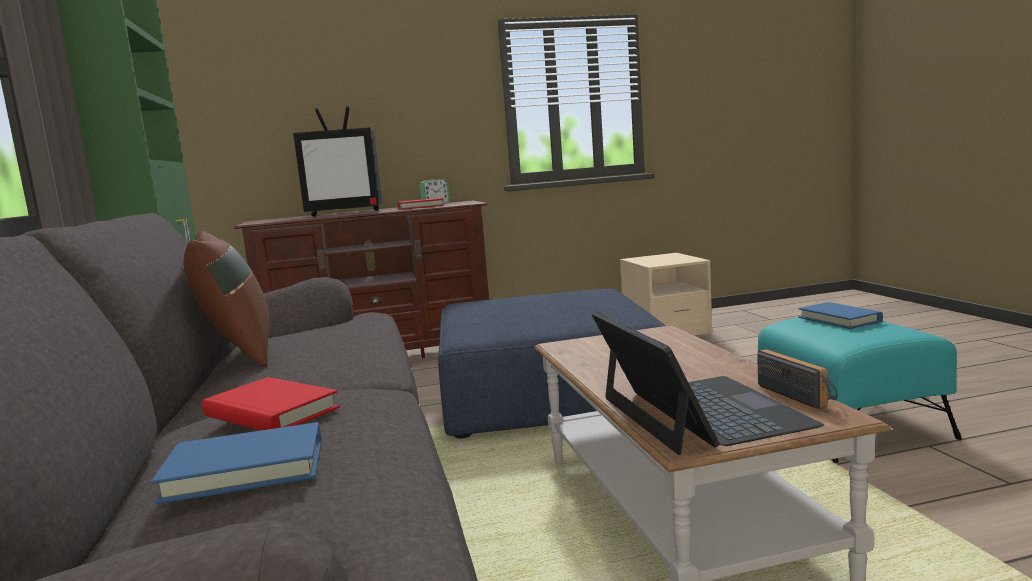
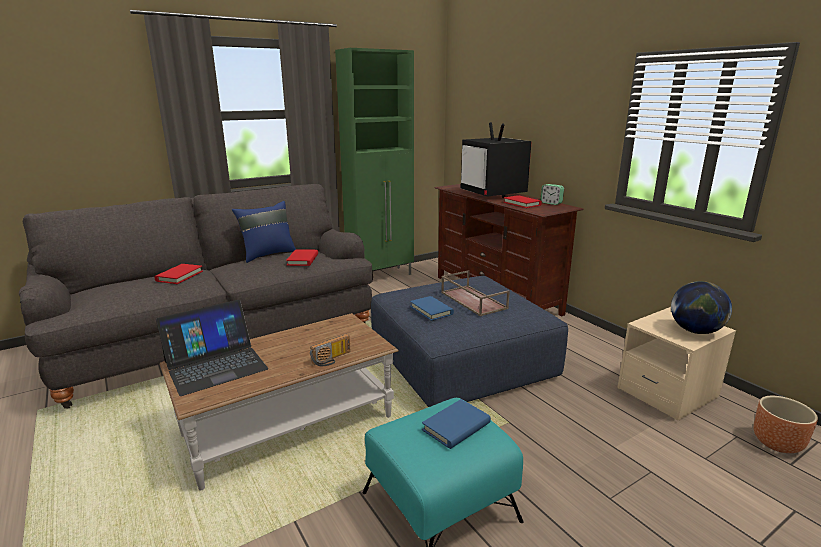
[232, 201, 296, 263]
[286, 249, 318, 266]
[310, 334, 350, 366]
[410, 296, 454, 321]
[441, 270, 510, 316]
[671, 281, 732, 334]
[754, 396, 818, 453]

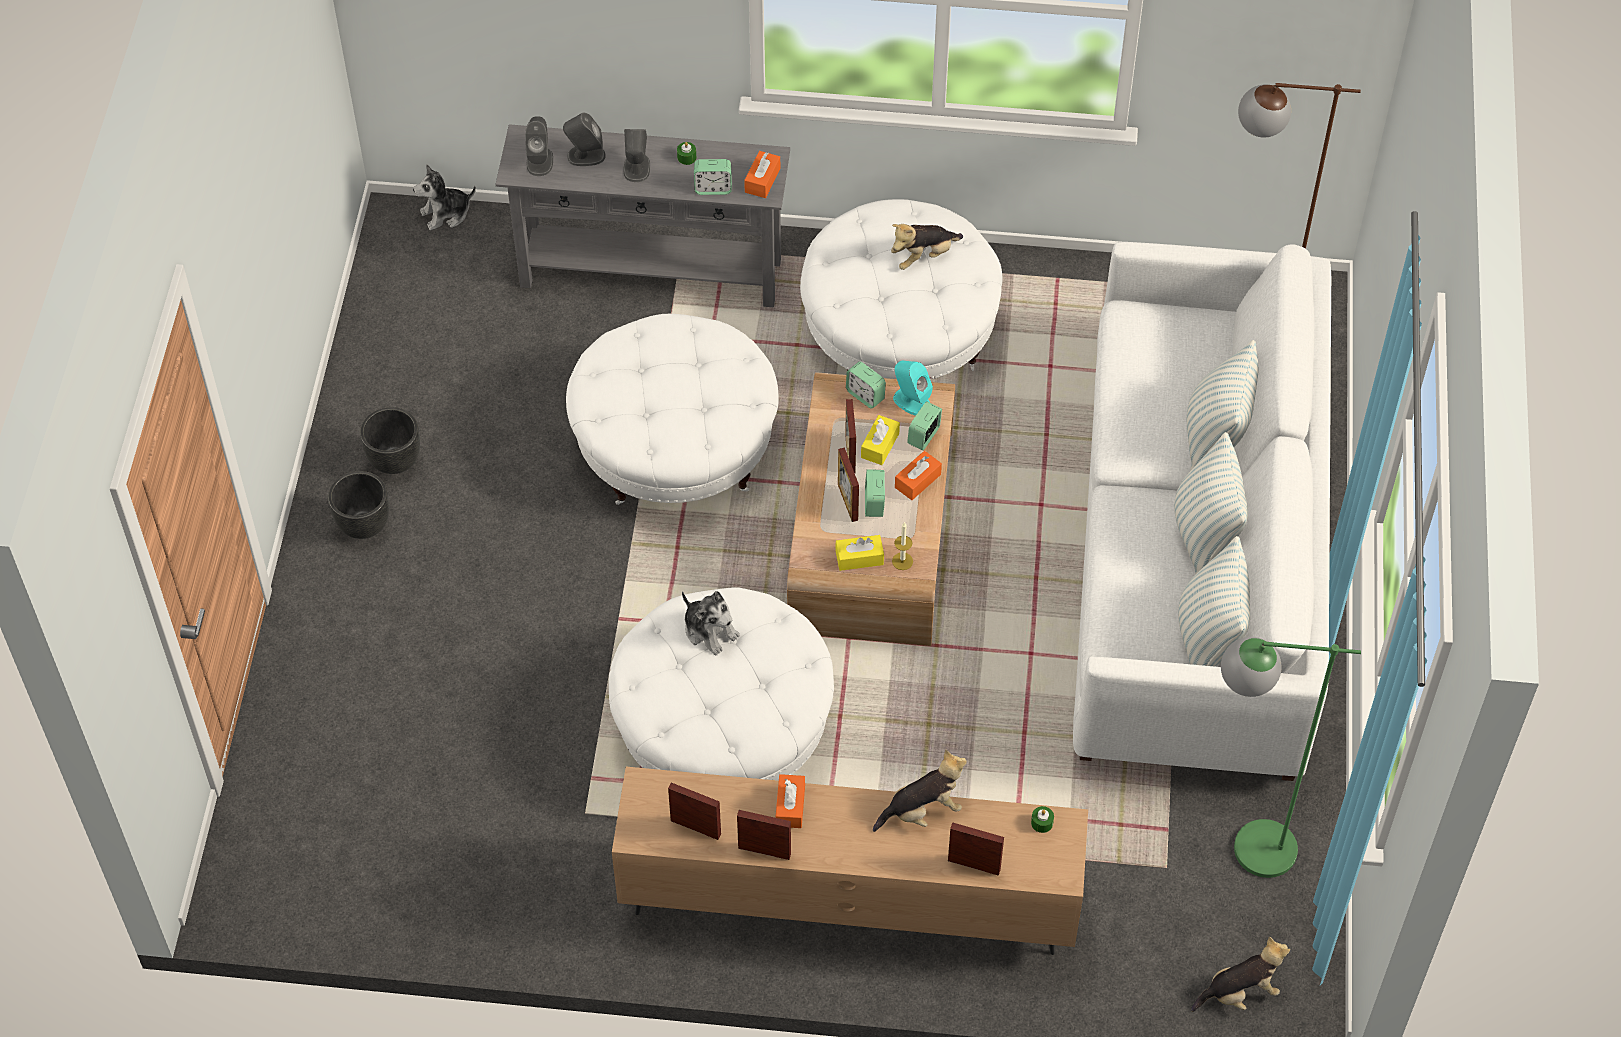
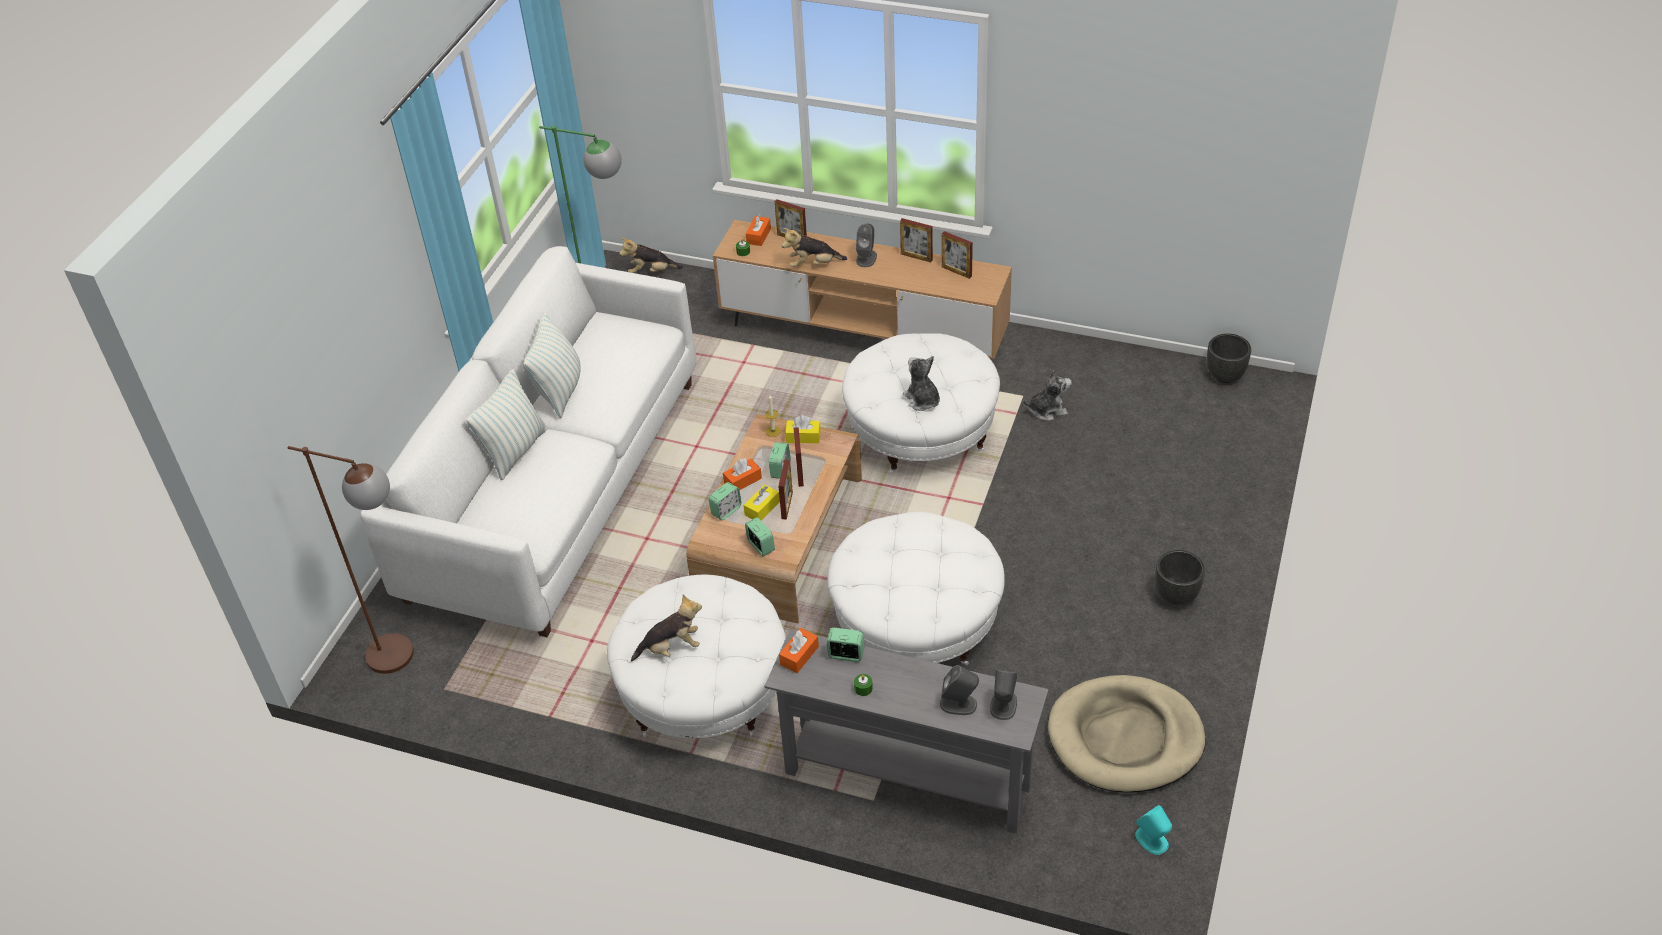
[746, 214, 771, 246]
[856, 223, 877, 267]
[1023, 370, 1072, 421]
[1048, 675, 1205, 792]
[1135, 805, 1172, 855]
[1207, 334, 1251, 383]
[1178, 536, 1250, 667] (first image)

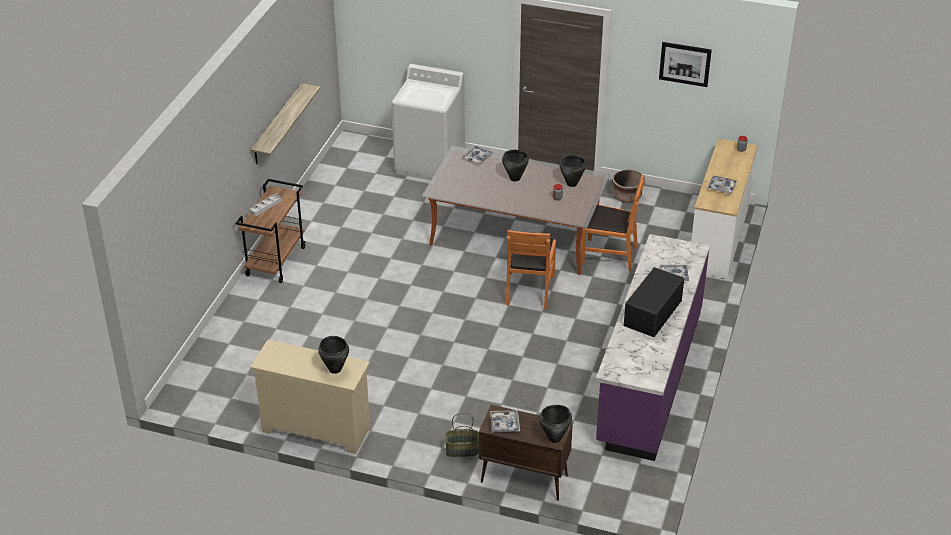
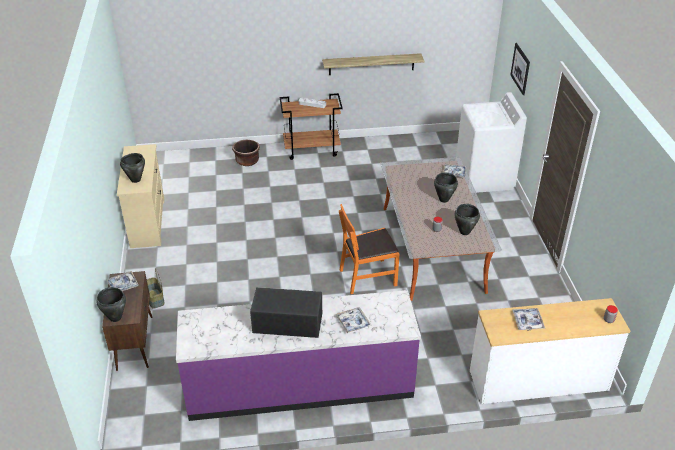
[232, 140, 260, 166]
[510, 43, 530, 95]
[581, 174, 644, 271] (first image)

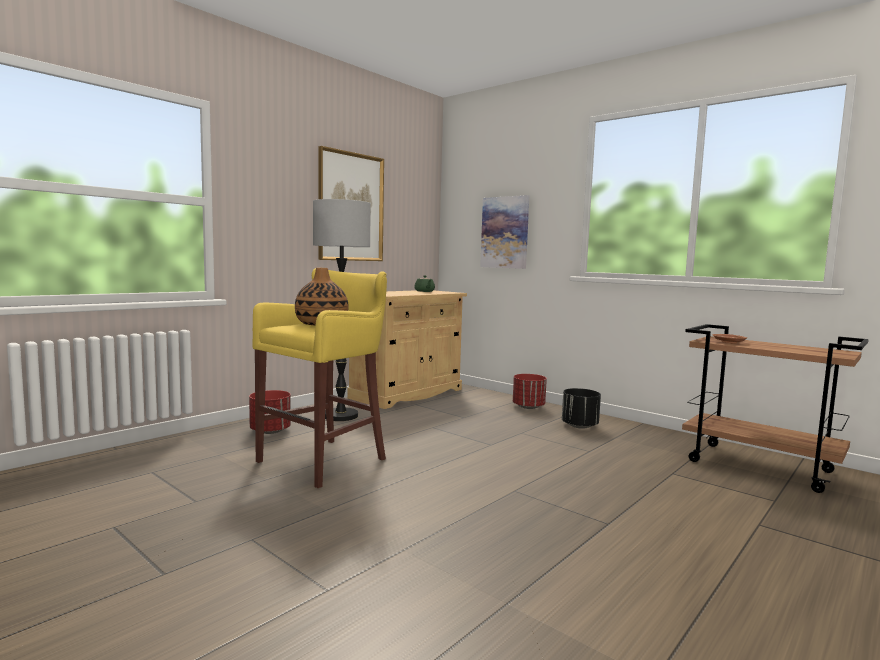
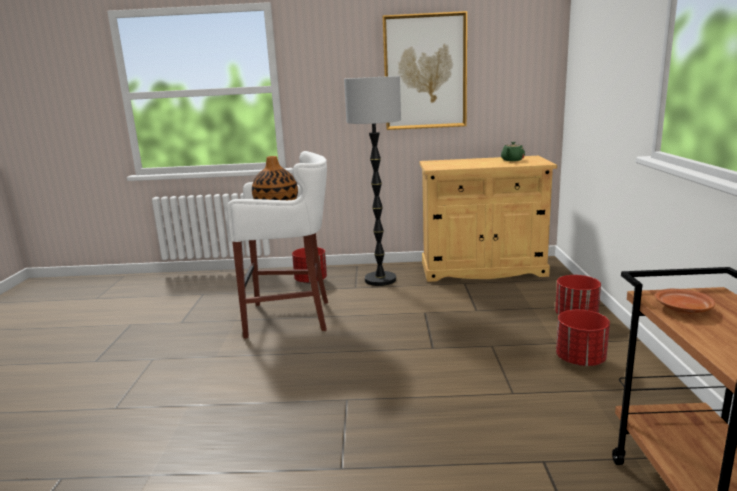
[227, 151, 328, 338]
[556, 310, 610, 366]
[480, 195, 529, 269] (first image)

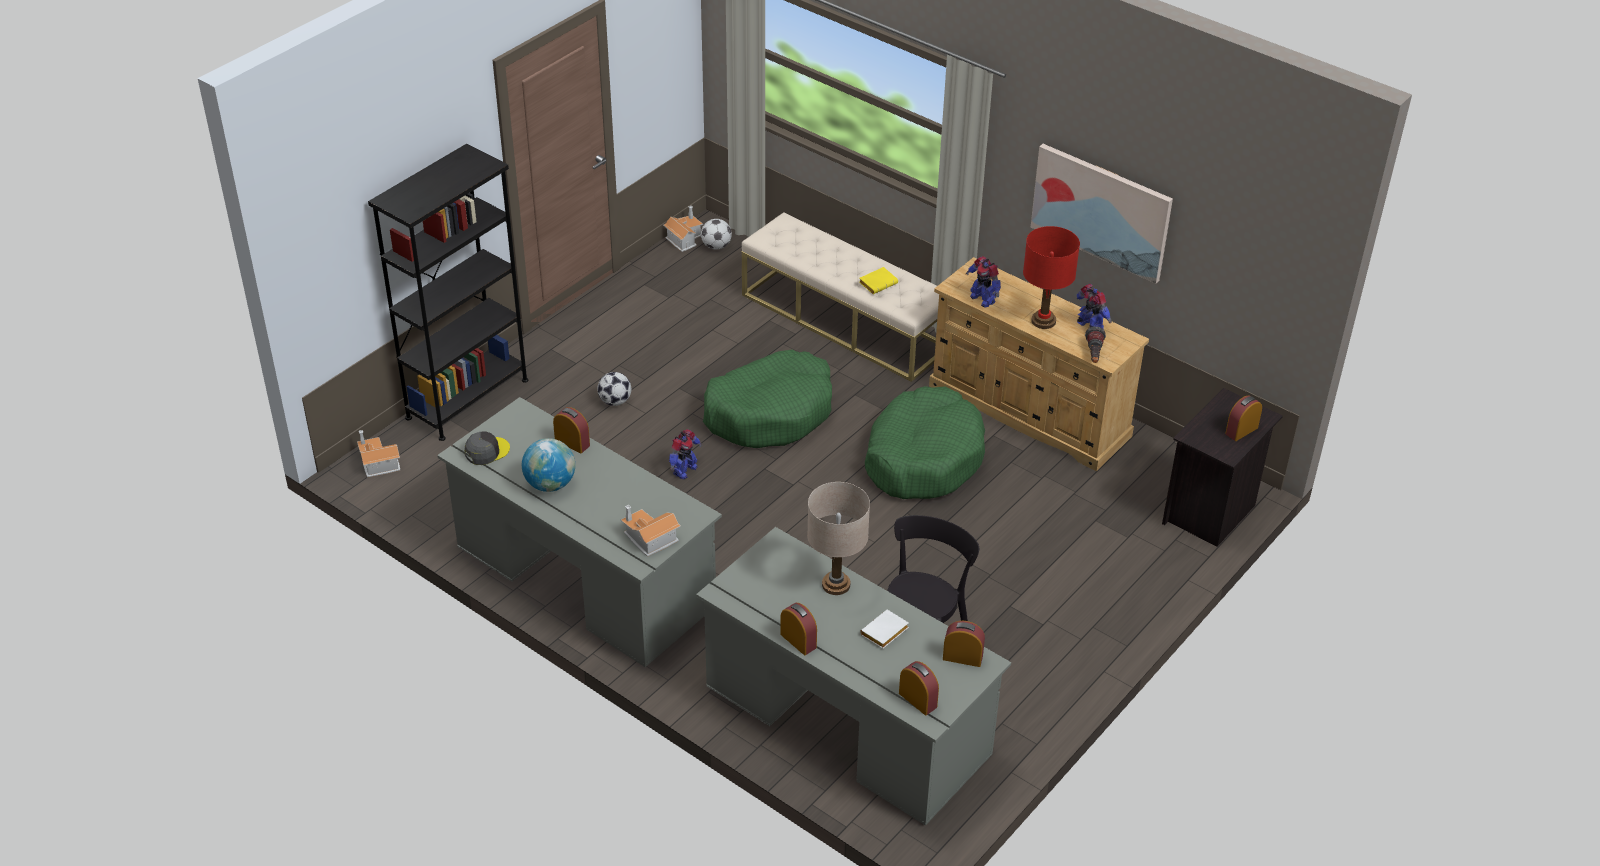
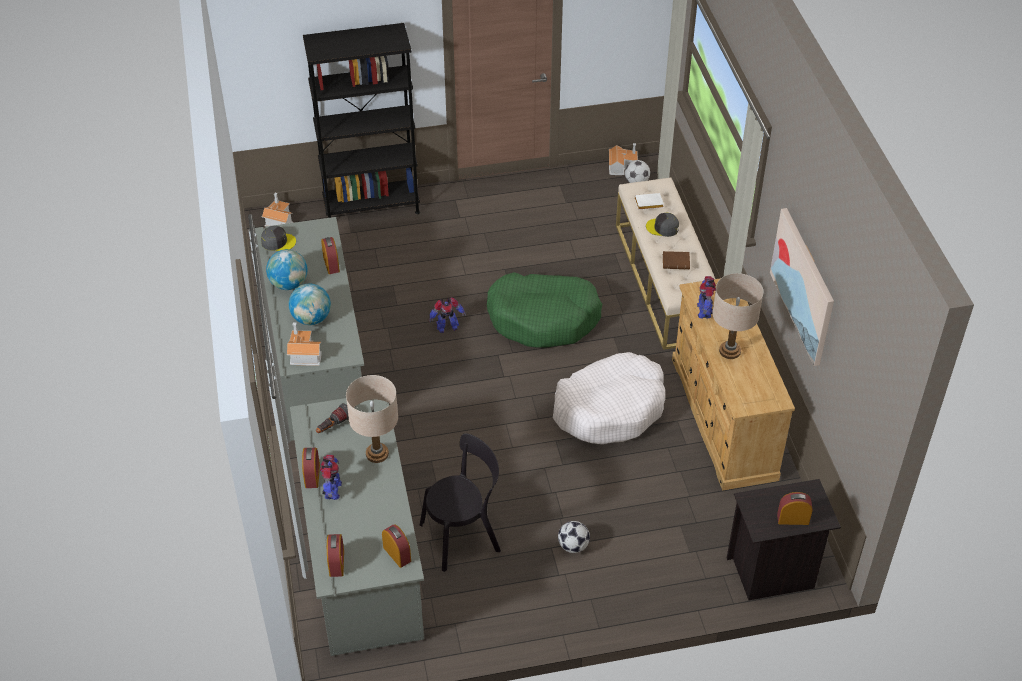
[289, 283, 331, 325]
[316, 403, 349, 433]
[320, 455, 342, 500]
[553, 352, 665, 444]
[558, 521, 590, 553]
[635, 193, 664, 210]
[646, 213, 679, 237]
[663, 251, 690, 269]
[712, 273, 764, 359]

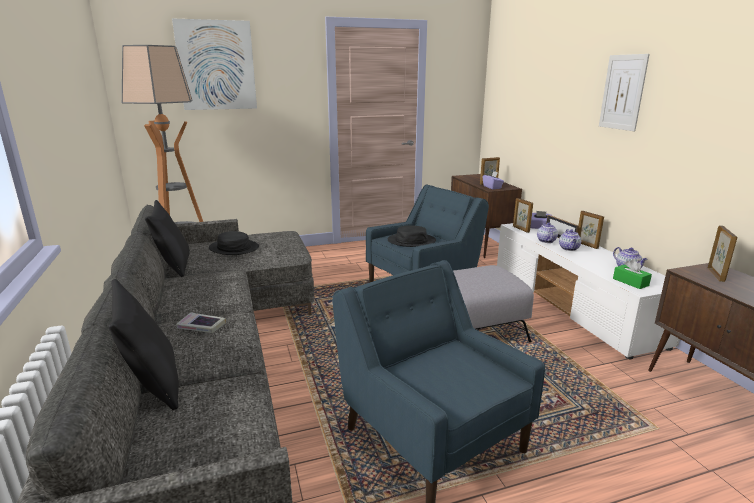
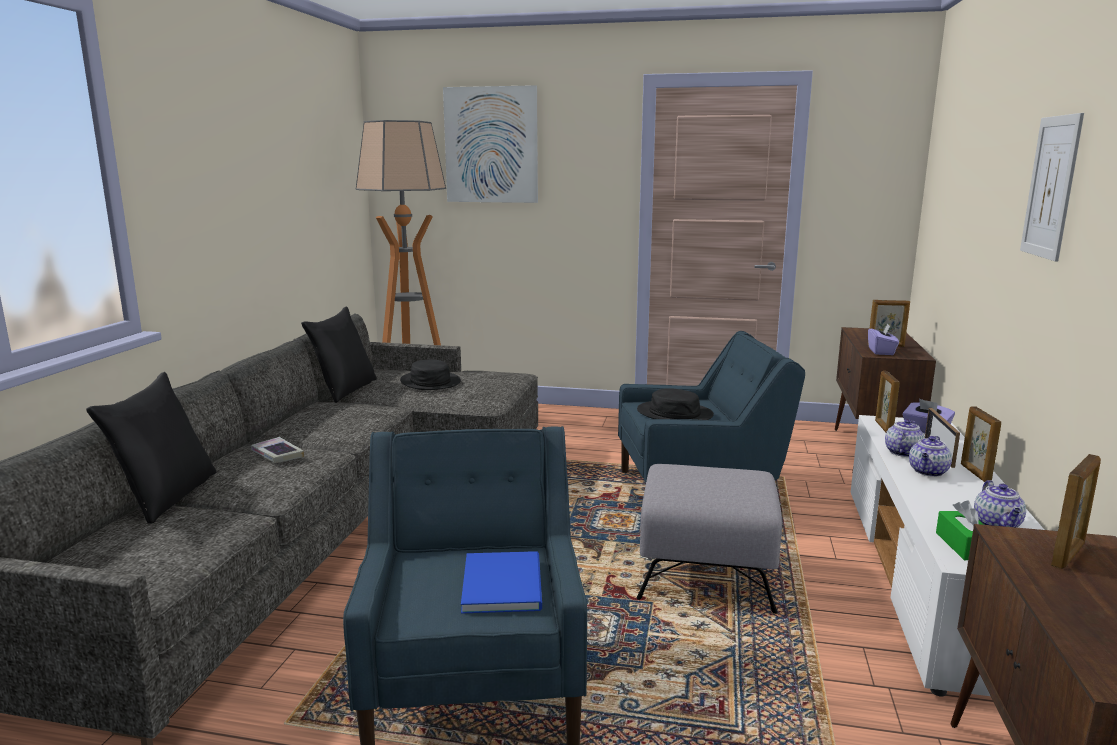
[461, 551, 542, 613]

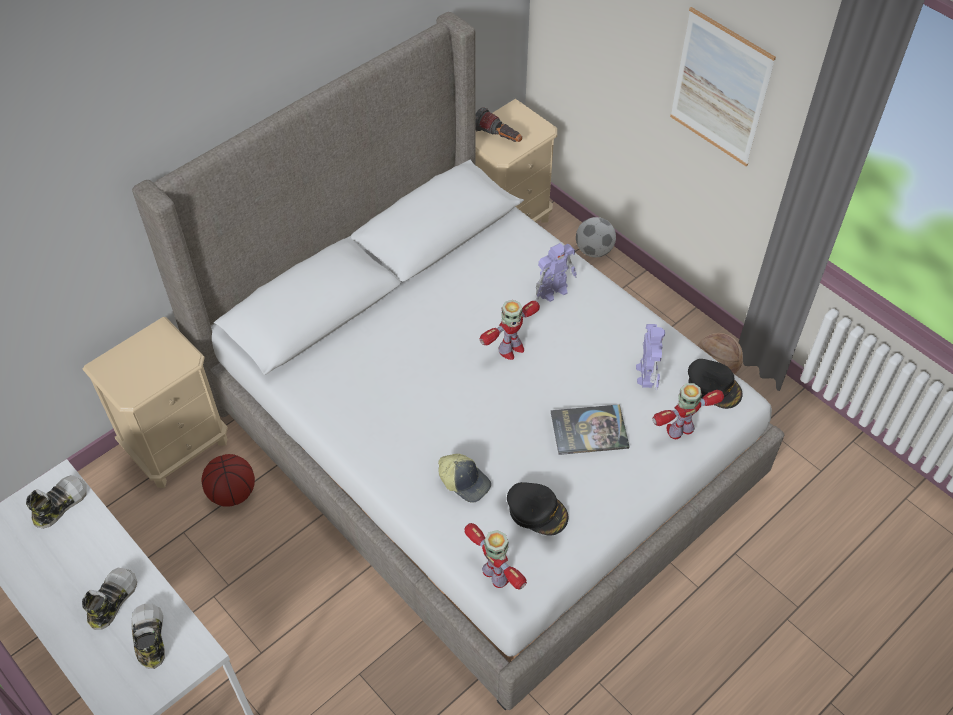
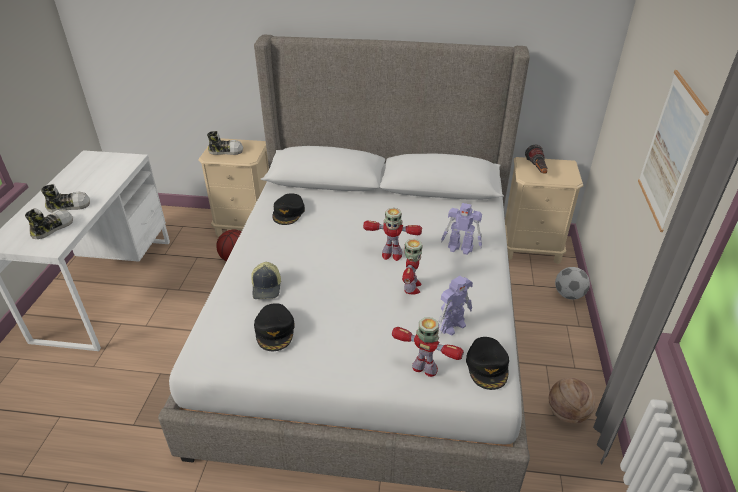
[207, 131, 243, 155]
[272, 193, 305, 225]
[402, 239, 423, 294]
[551, 404, 630, 455] (first image)

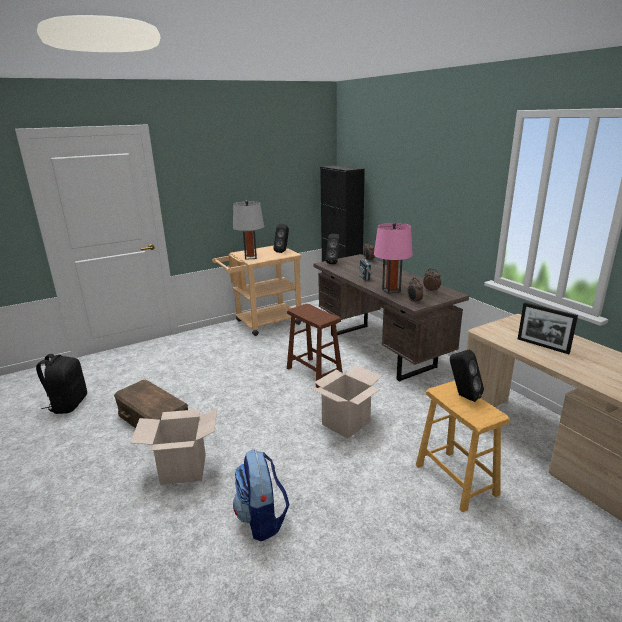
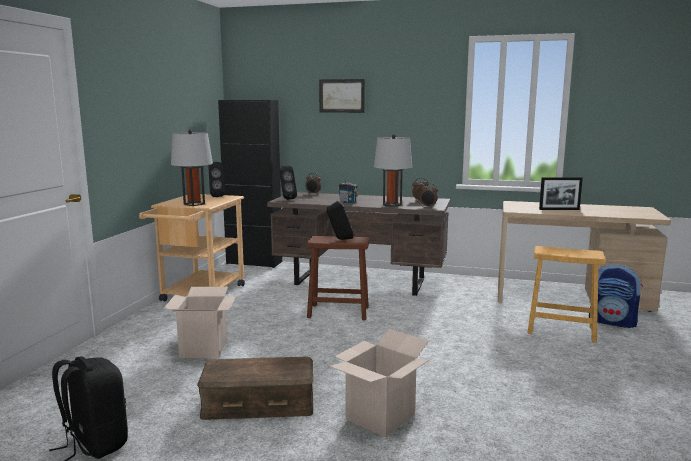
[164, 287, 236, 358]
[319, 79, 365, 113]
[326, 200, 354, 240]
[374, 134, 412, 207]
[589, 264, 643, 328]

